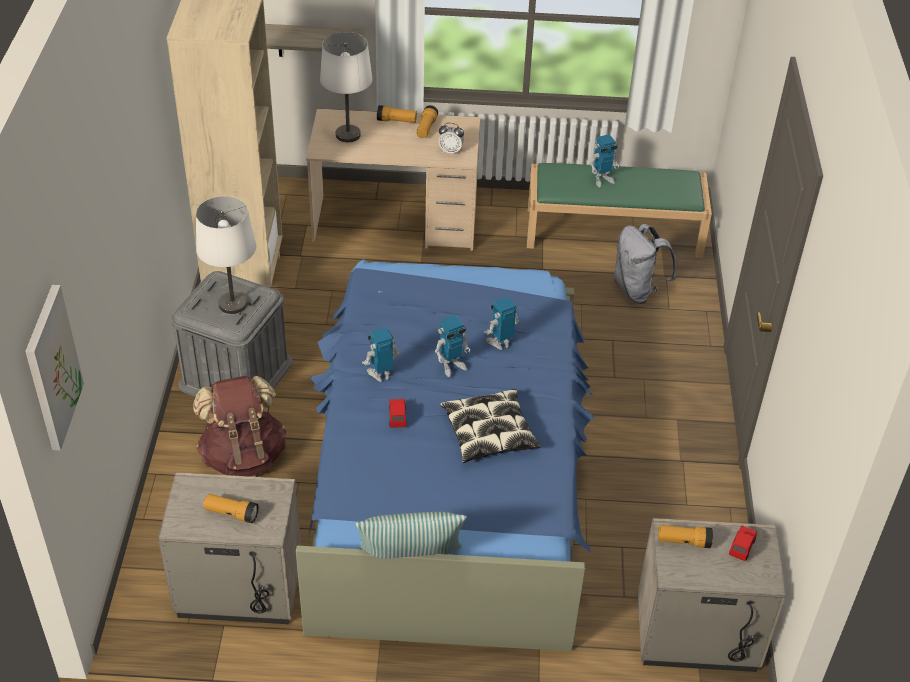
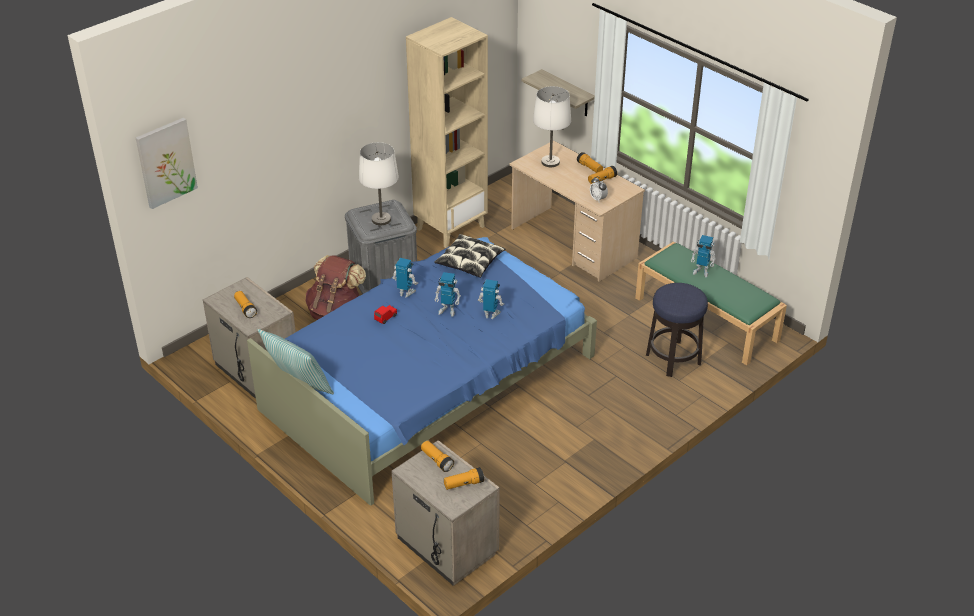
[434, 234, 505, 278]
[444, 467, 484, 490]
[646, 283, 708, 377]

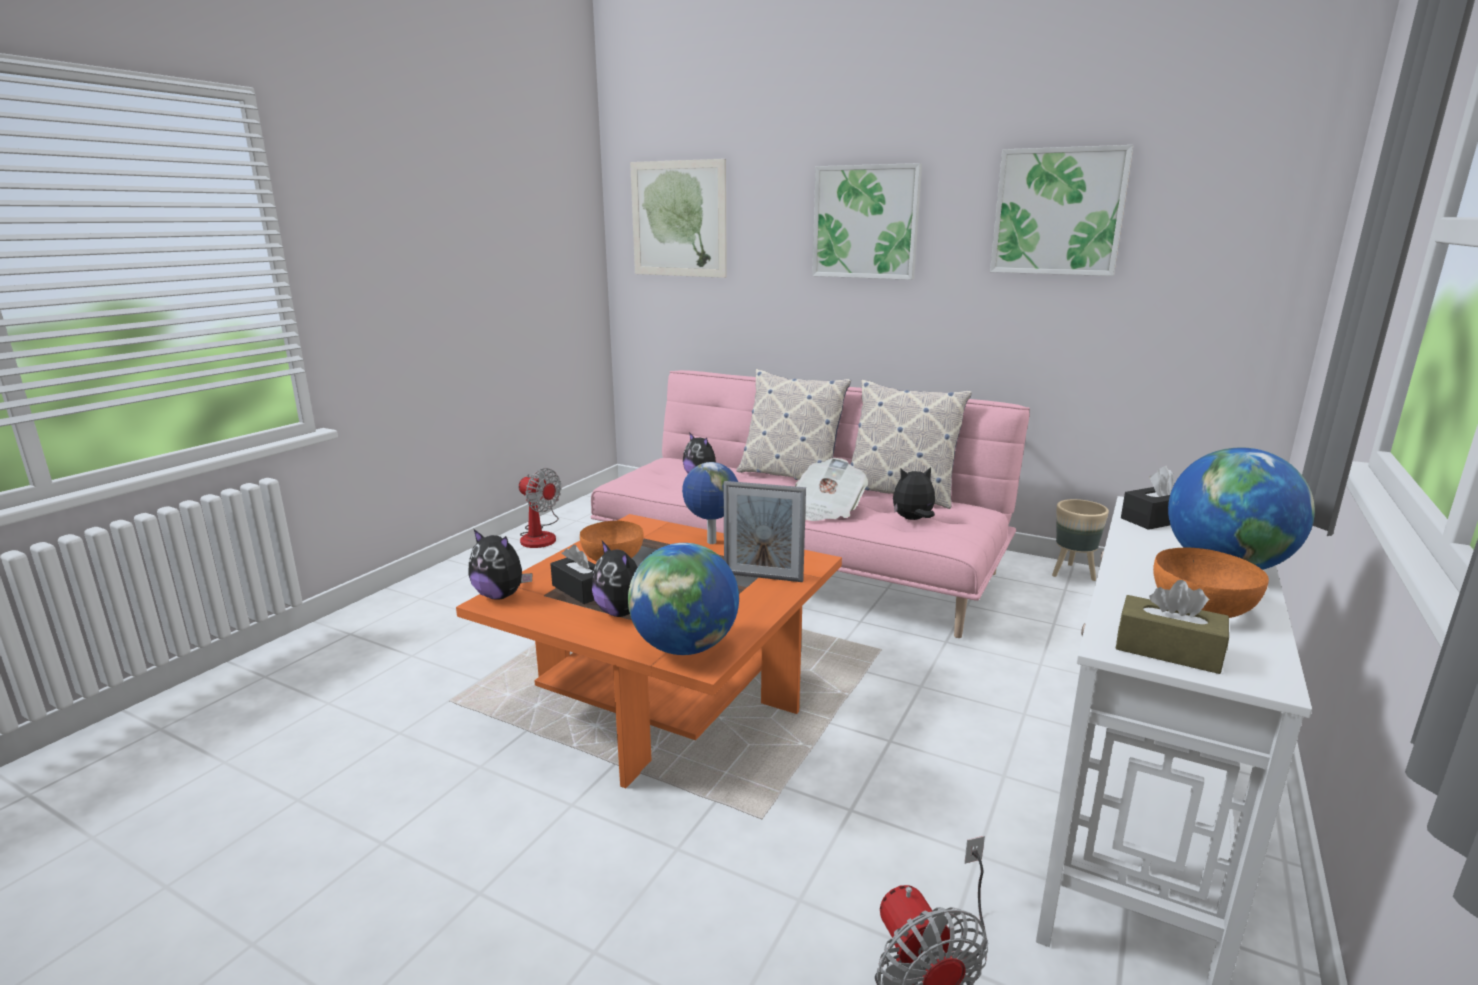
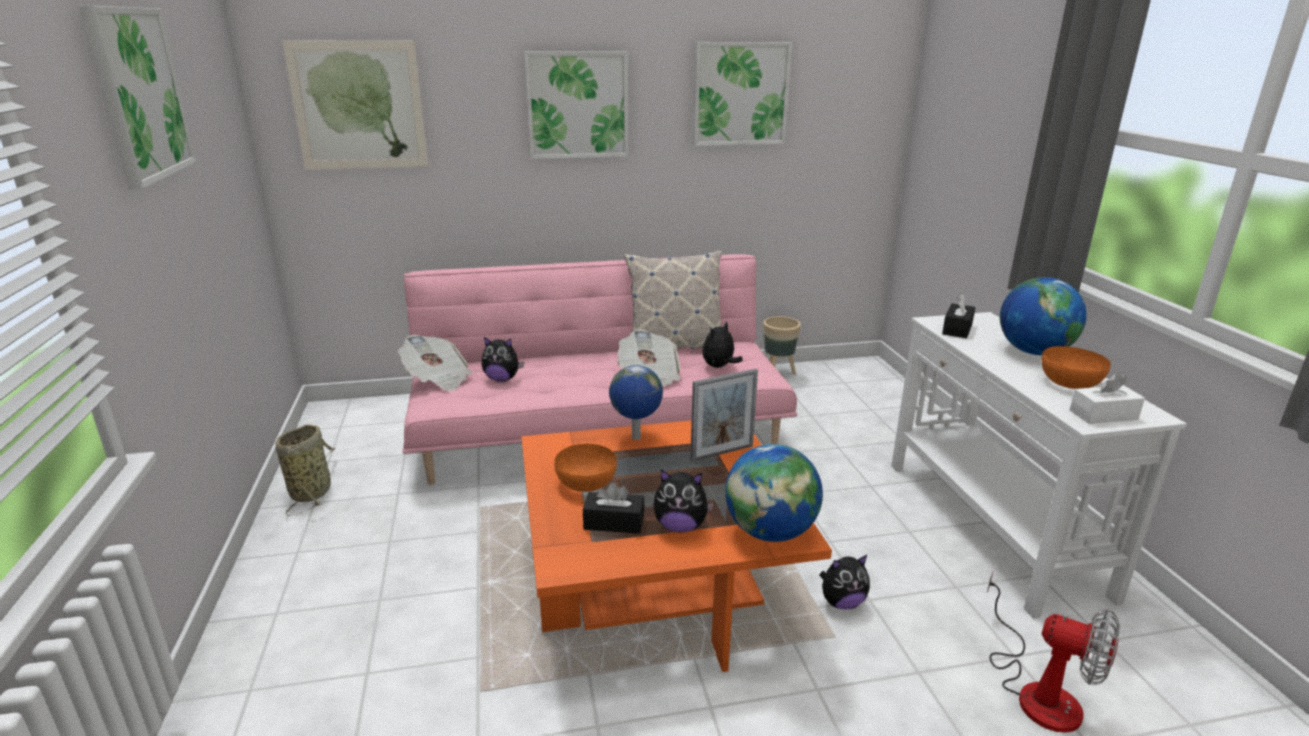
[79, 6, 197, 189]
[276, 424, 336, 516]
[398, 335, 472, 391]
[820, 555, 870, 610]
[1070, 372, 1145, 424]
[736, 369, 851, 480] (first image)

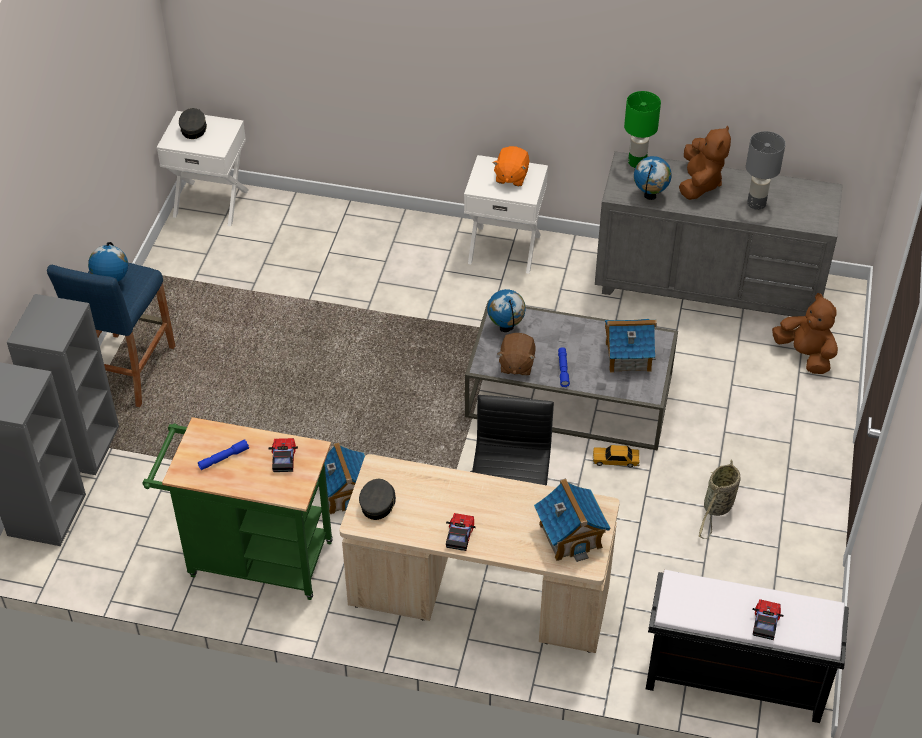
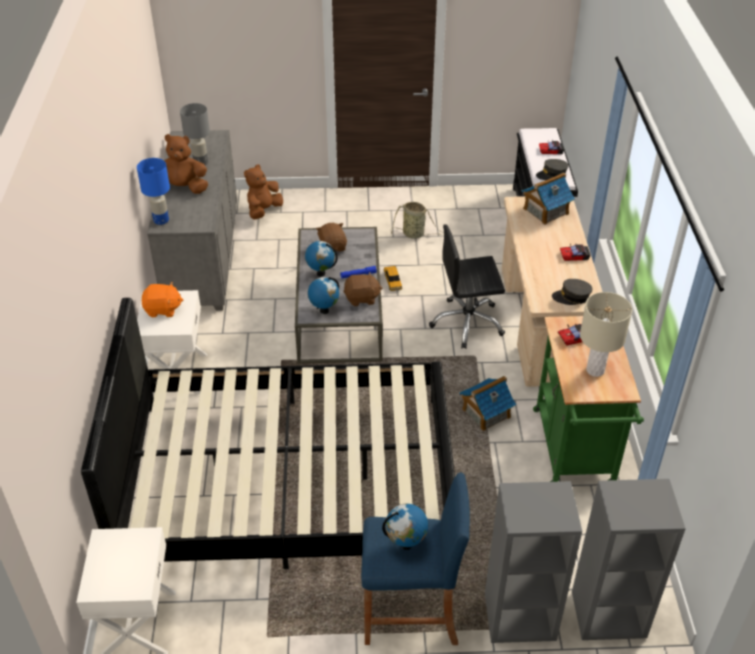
[81, 298, 455, 569]
[137, 158, 170, 225]
[305, 241, 338, 277]
[316, 223, 347, 252]
[536, 159, 569, 180]
[580, 292, 632, 377]

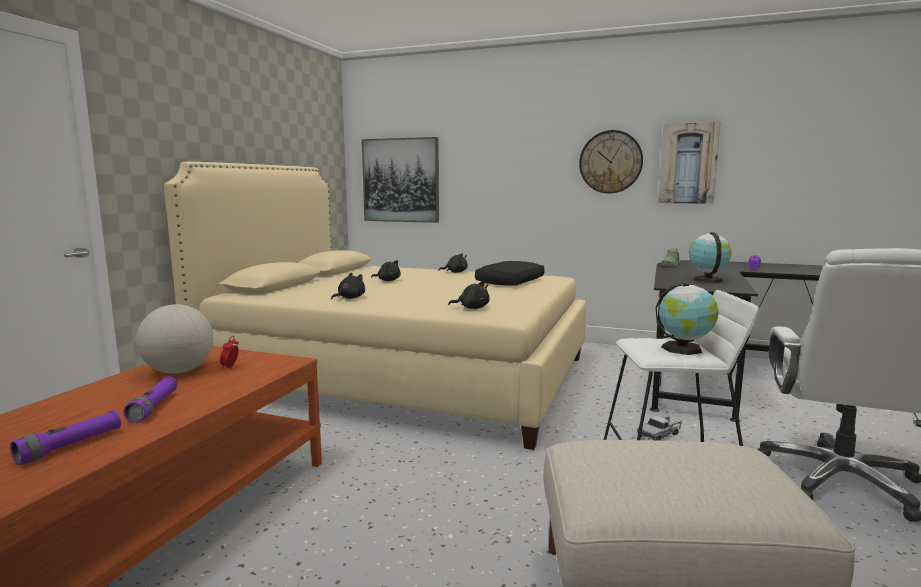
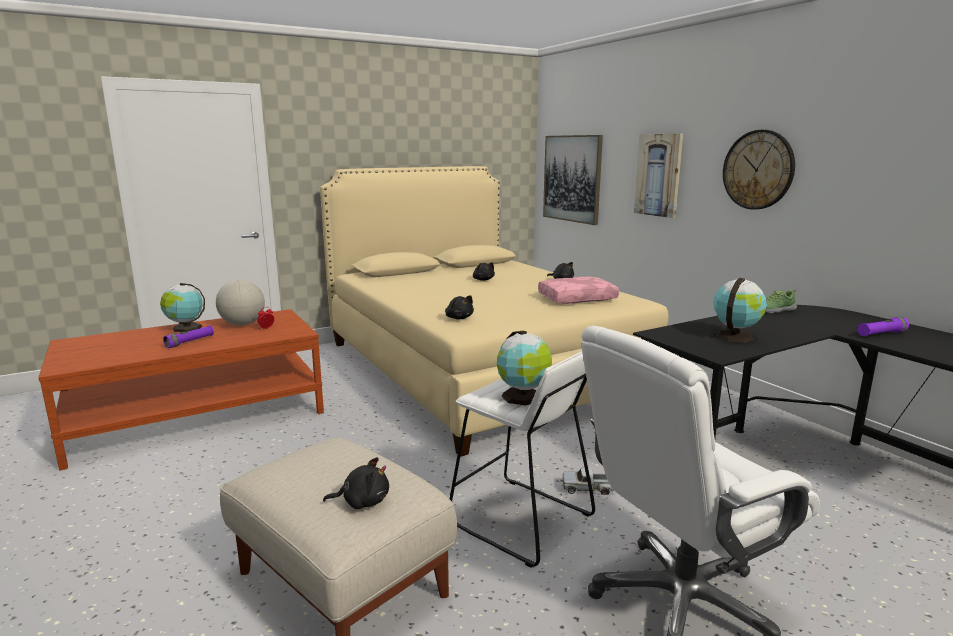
[160, 283, 205, 332]
[323, 457, 389, 509]
[538, 277, 619, 304]
[634, 134, 683, 218]
[10, 410, 121, 465] (first image)

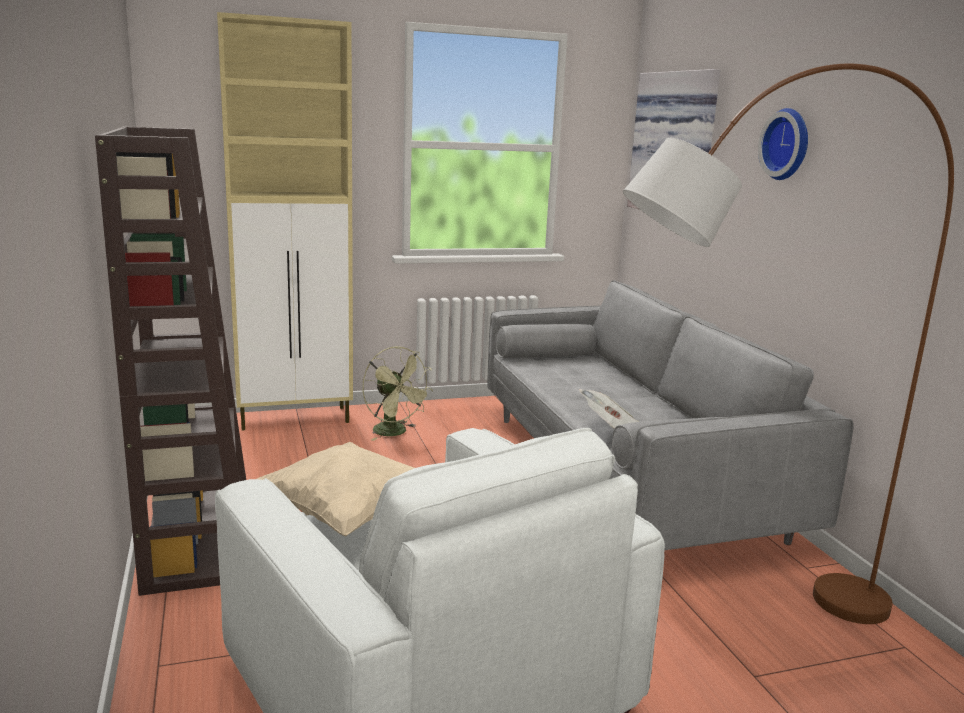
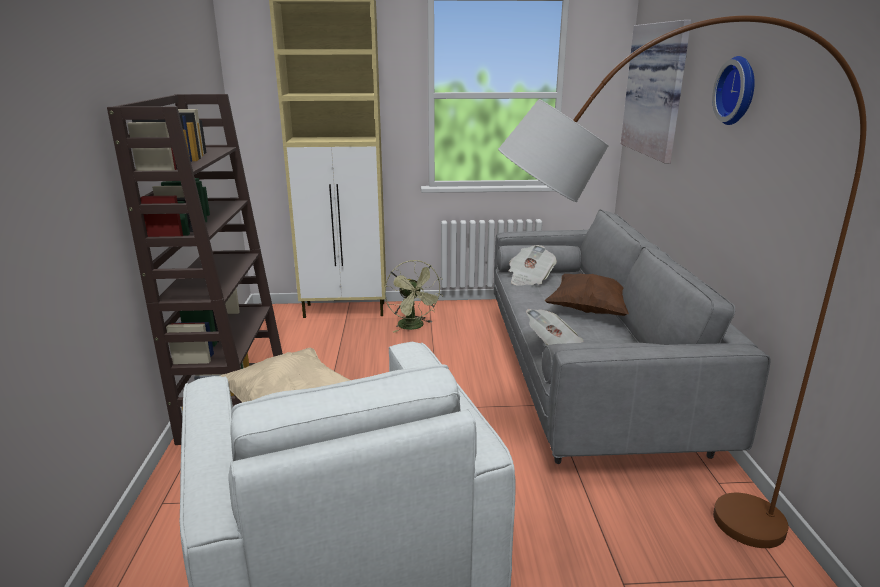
[509, 245, 557, 286]
[544, 274, 629, 316]

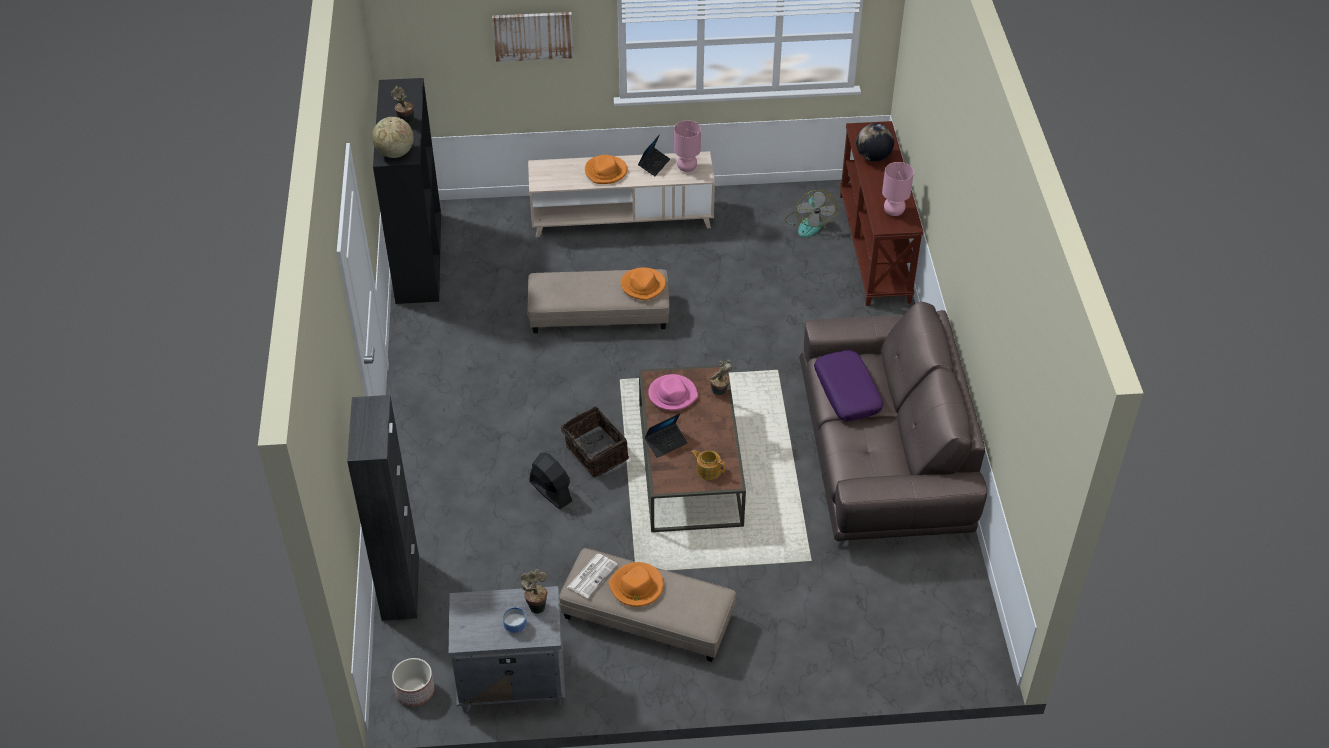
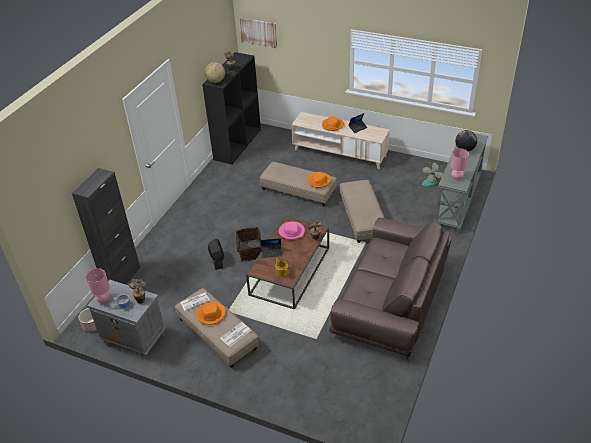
[86, 268, 110, 303]
[220, 322, 251, 347]
[239, 18, 277, 48]
[339, 180, 384, 243]
[434, 133, 488, 233]
[814, 350, 883, 421] (first image)

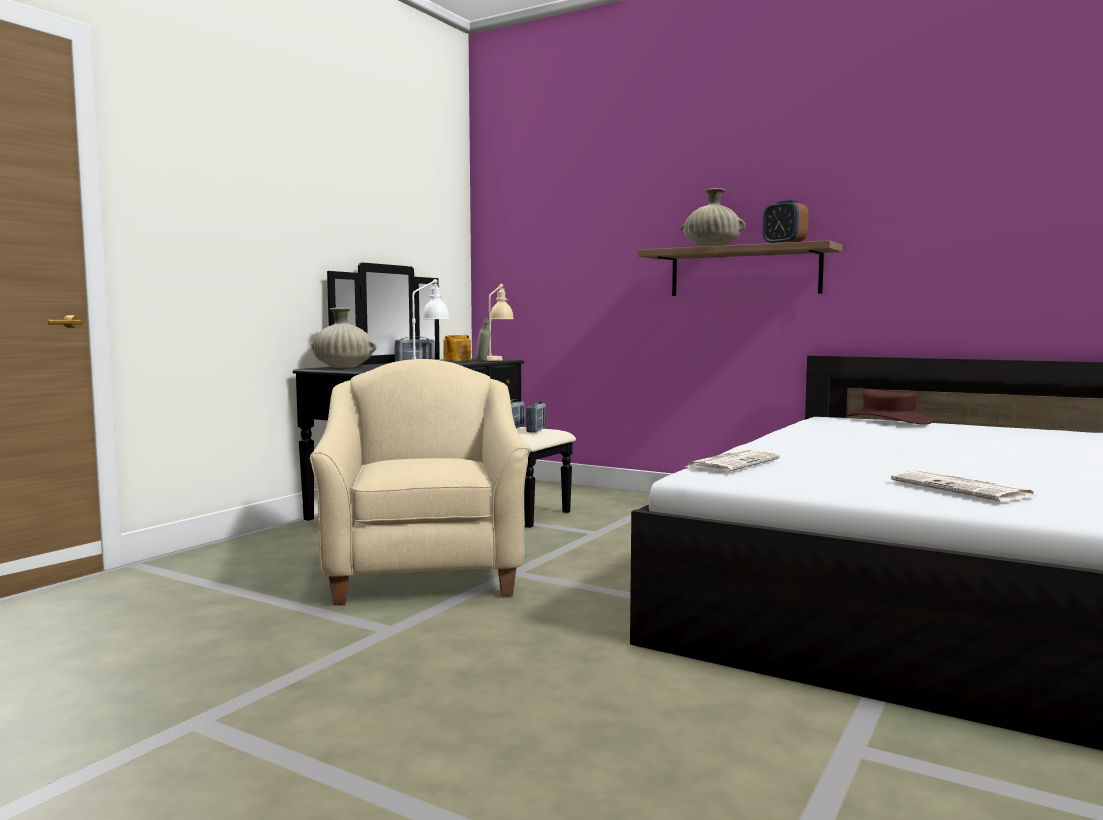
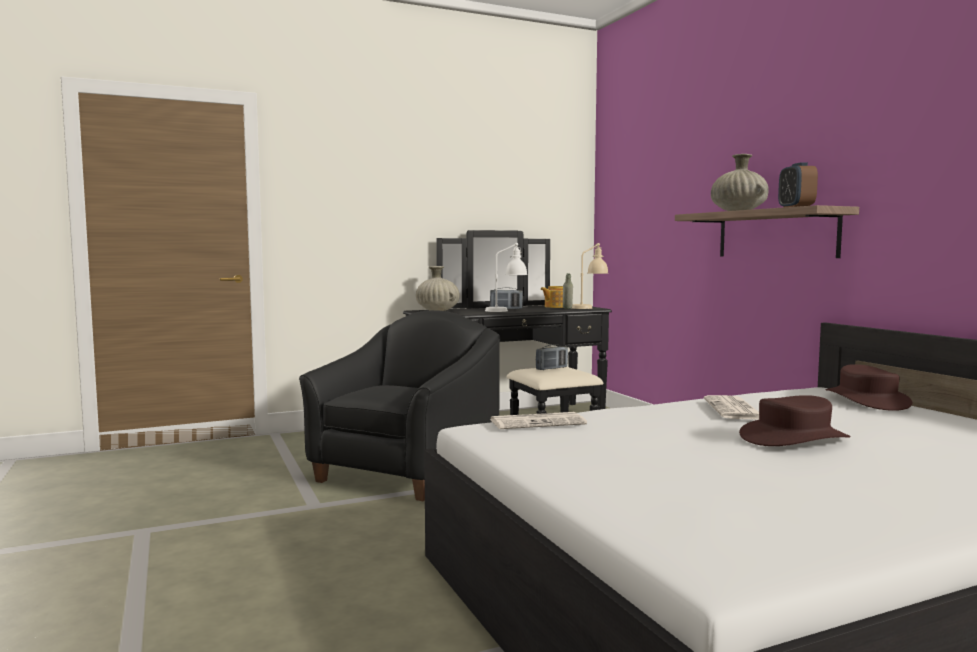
[299, 310, 500, 501]
[704, 395, 759, 420]
[739, 395, 850, 446]
[526, 401, 546, 433] (first image)

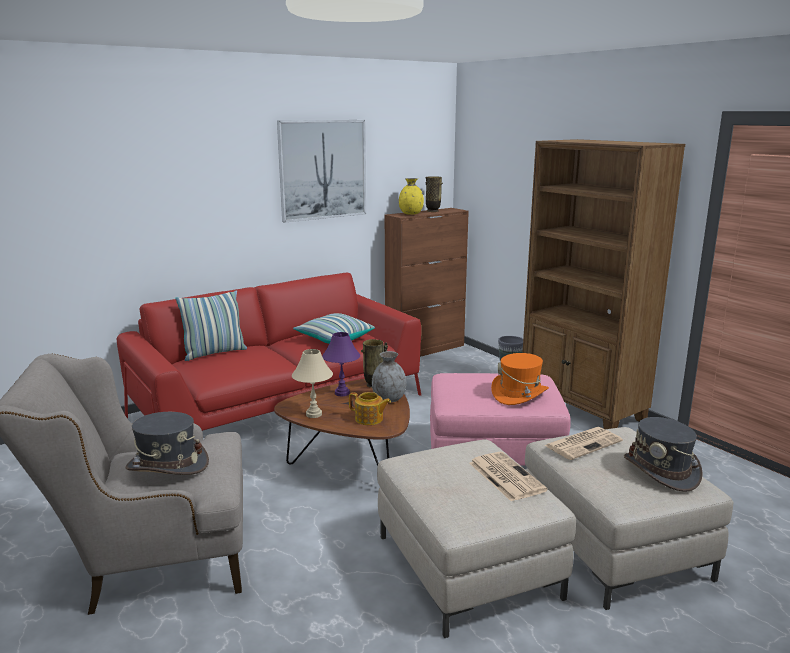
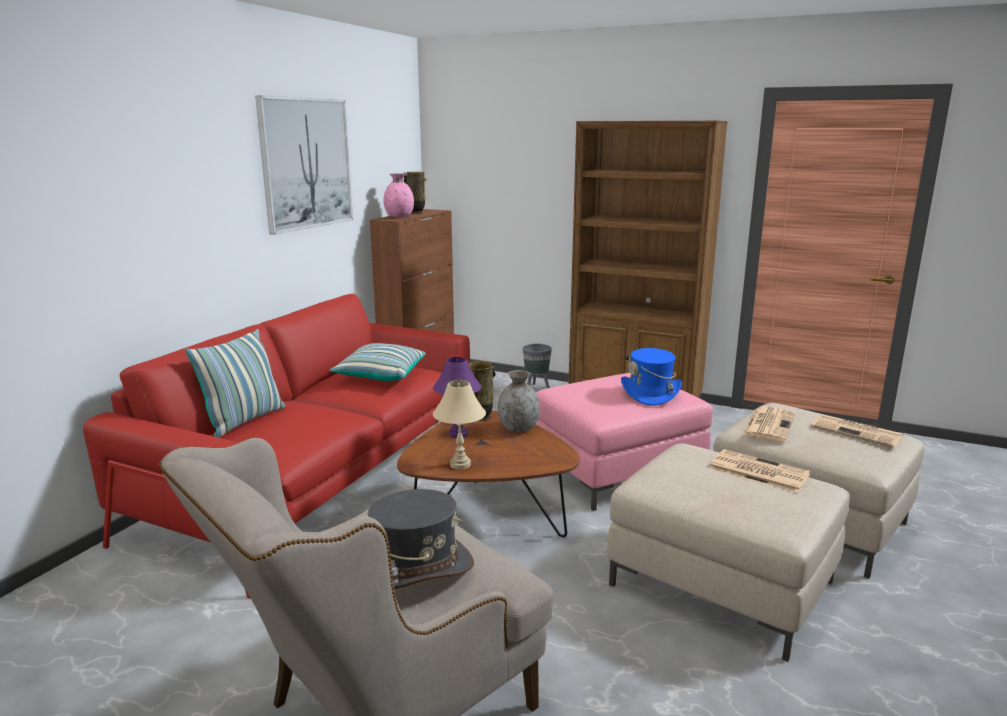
[383, 173, 414, 218]
[621, 348, 682, 406]
[811, 414, 903, 448]
[349, 392, 391, 425] (first image)

